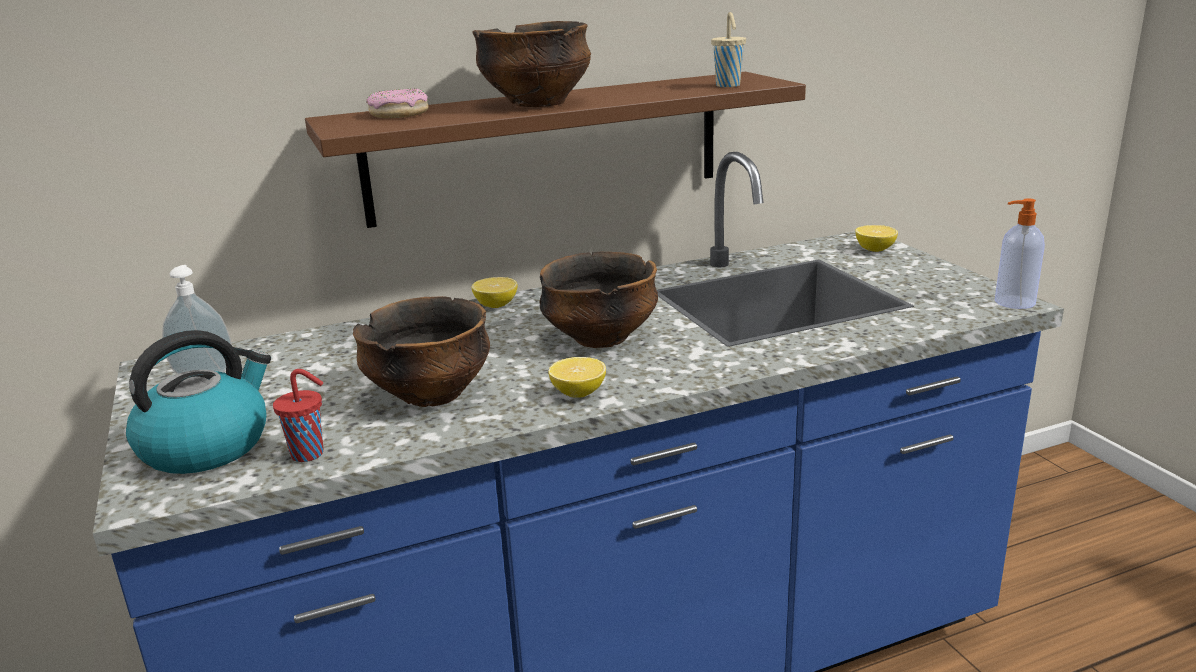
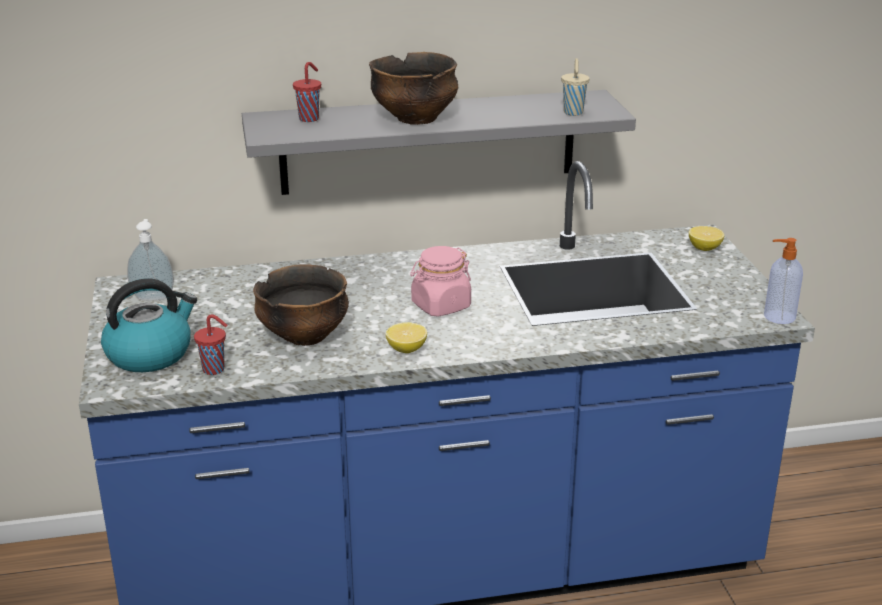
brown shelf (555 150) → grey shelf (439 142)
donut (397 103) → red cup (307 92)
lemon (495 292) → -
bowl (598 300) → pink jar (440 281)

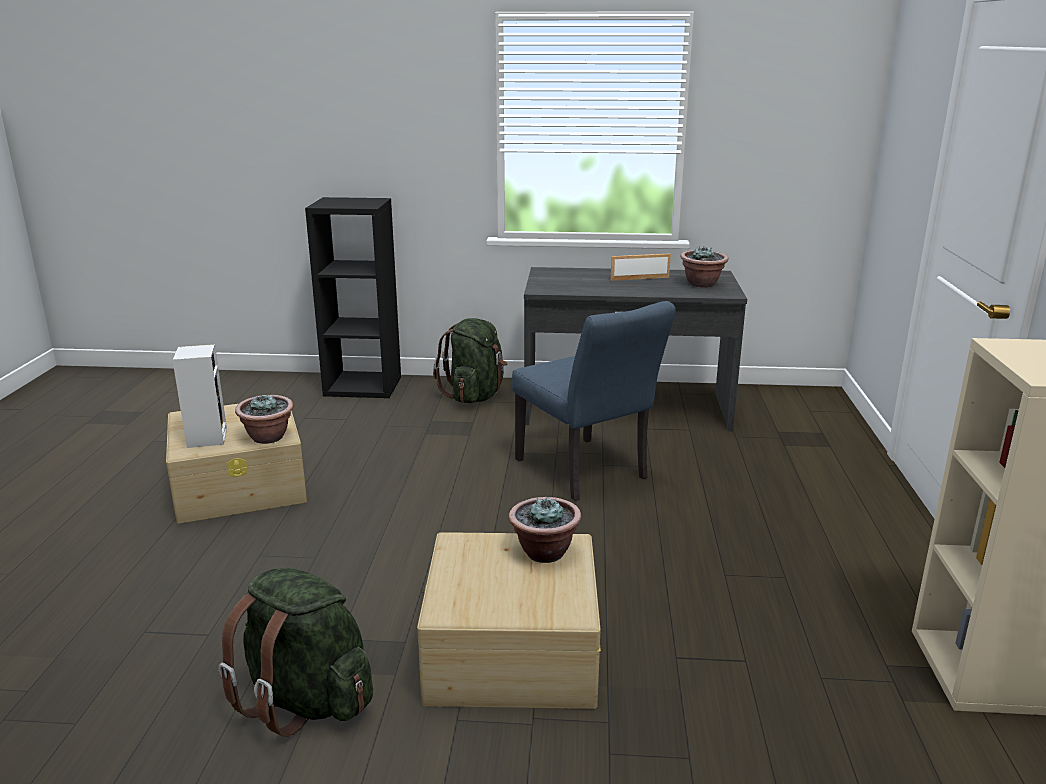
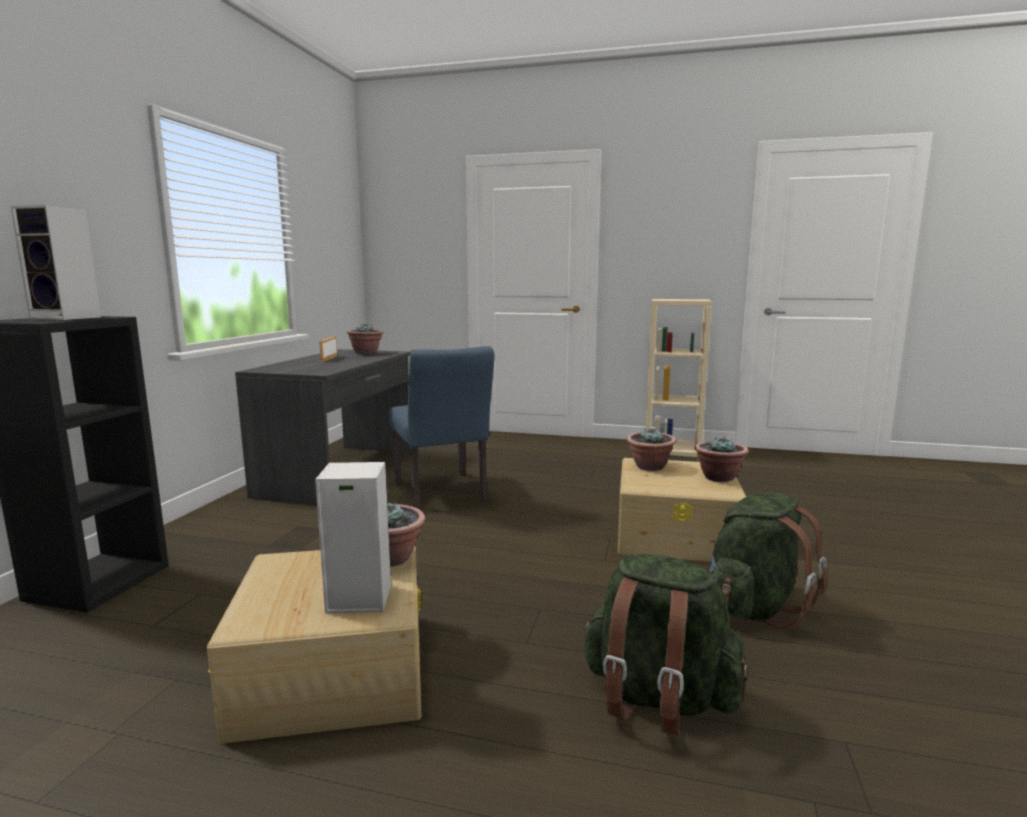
green backpack (470 360) → green backpack (665 645), relocated
blue chair (594 401) → blue chair (442 428), 90 degrees clockwise
- → speaker (56 262)
- → potted plant (721 459)

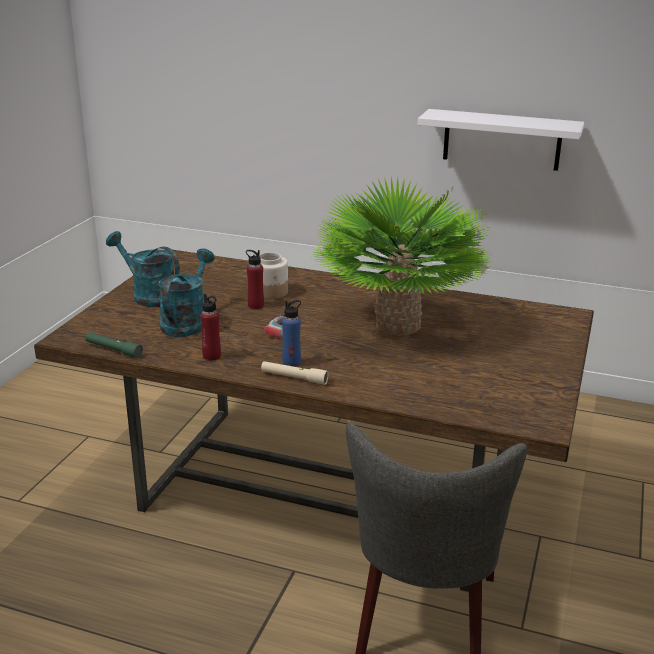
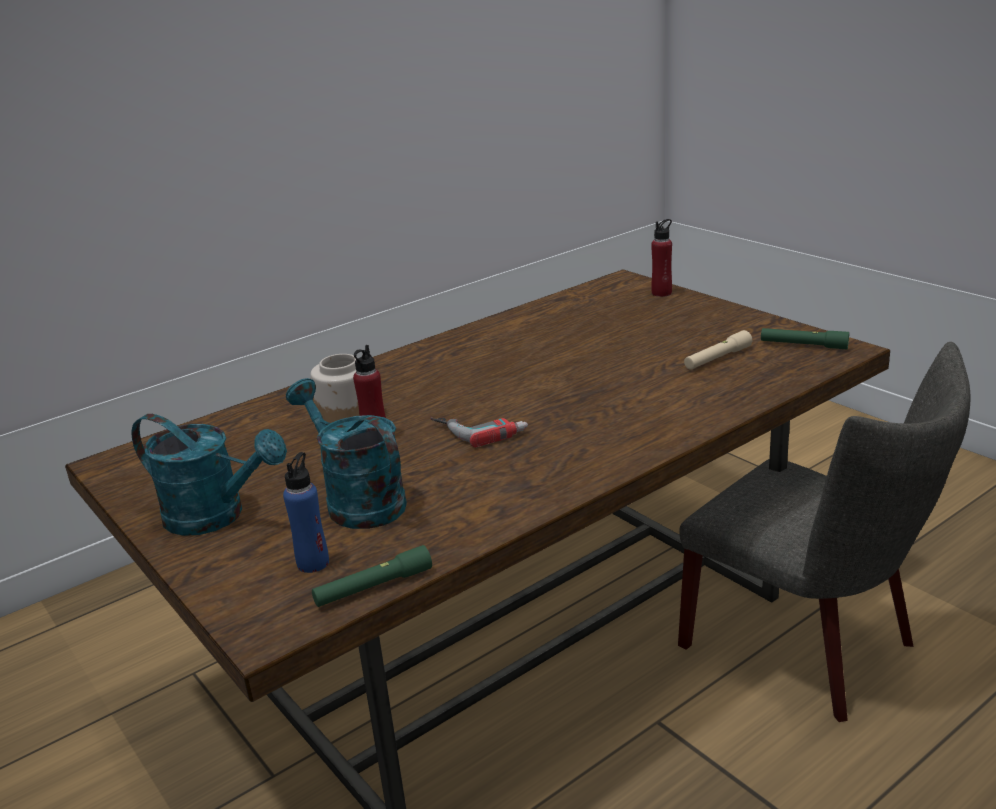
turquoise watering can (143 269) → turquoise watering can (209 475), 135 degrees counterclockwise
red bottle (210 327) → red bottle (661 258), relocated
beige flashlight (295 373) → beige flashlight (718 350), relocated
blue bottle (291 333) → blue bottle (306 512), relocated
potted plant (403 256) → -
white shelf (501 140) → -
- → green flashlight (805 338)

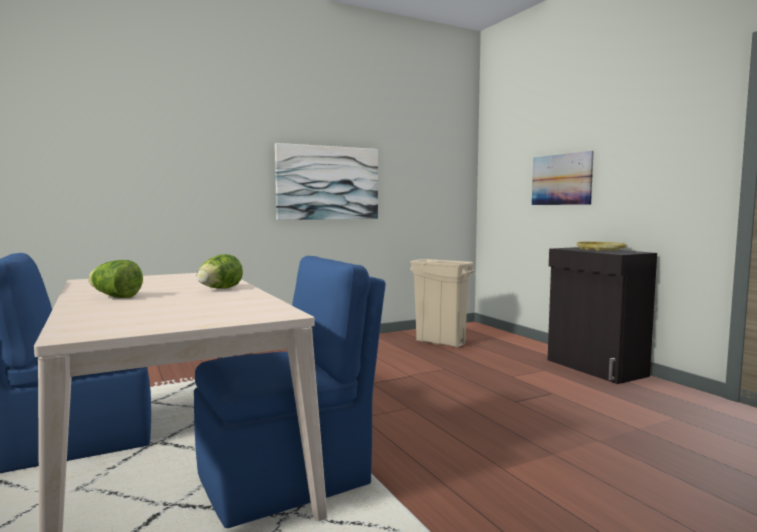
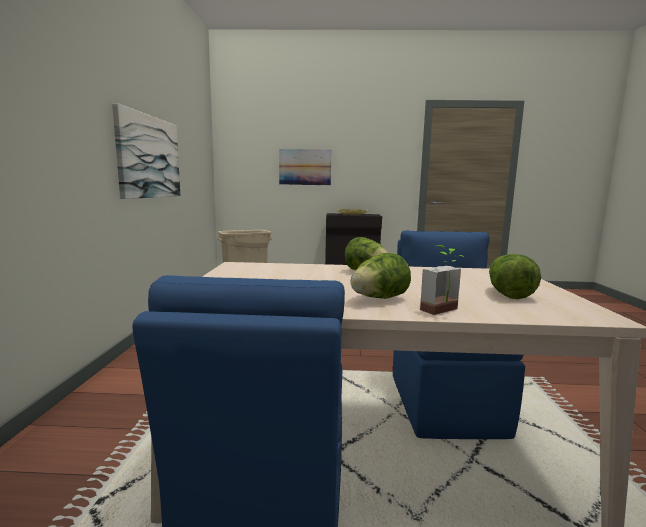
- → potted plant (442 280)
- → lettuce (515 276)

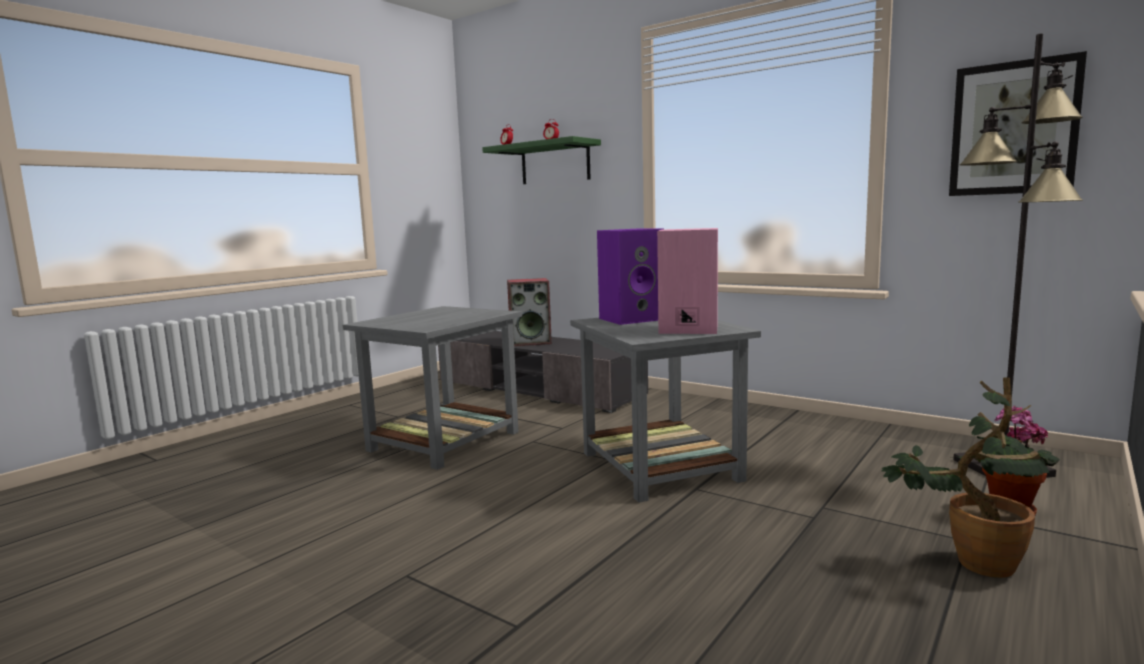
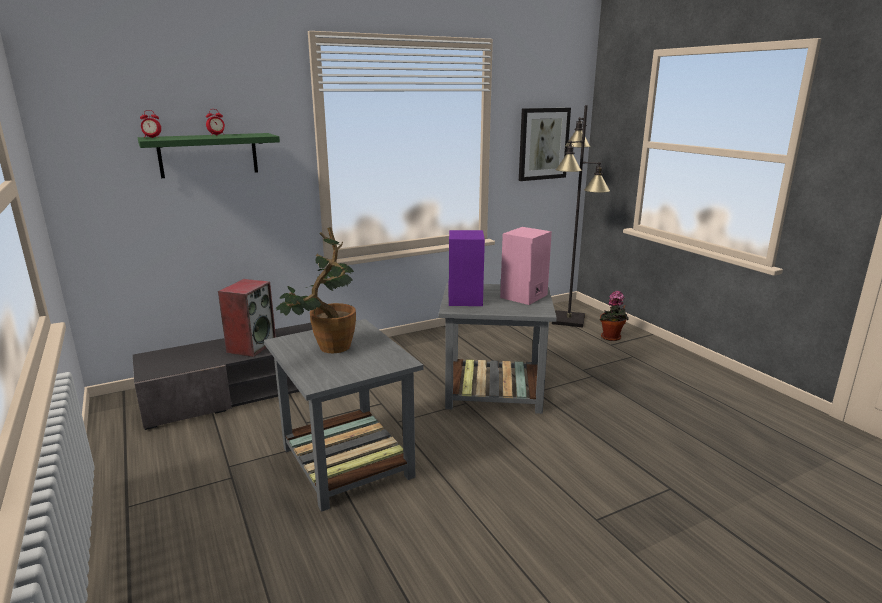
potted plant (970 477) → potted plant (315 290), relocated

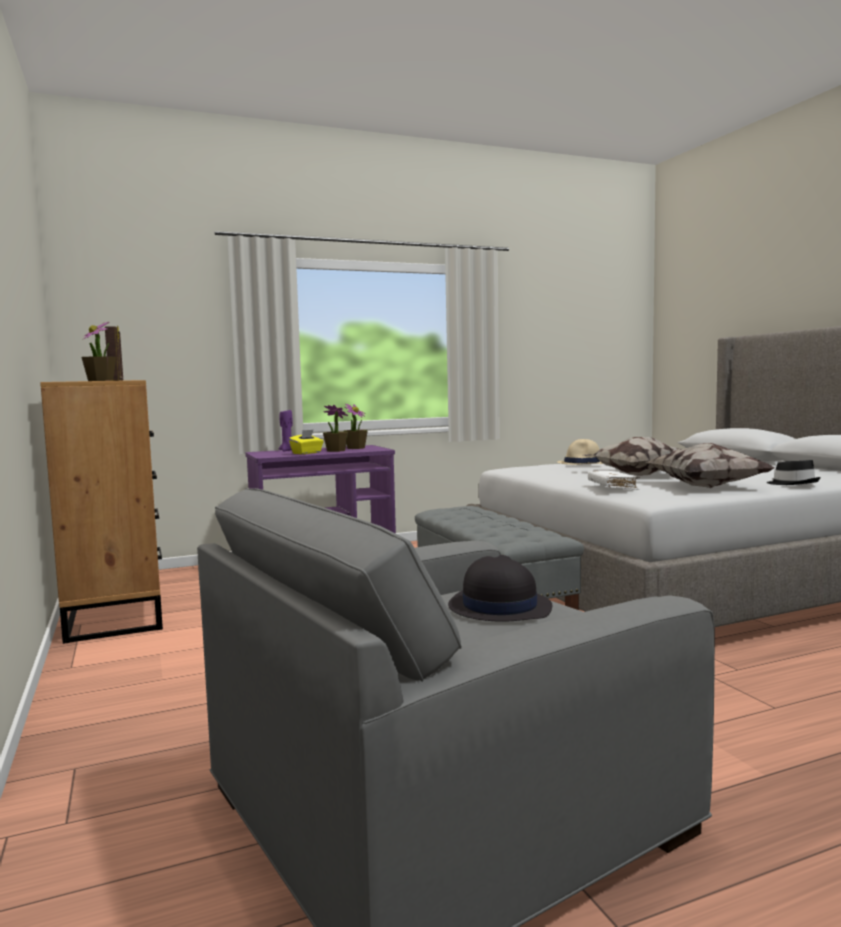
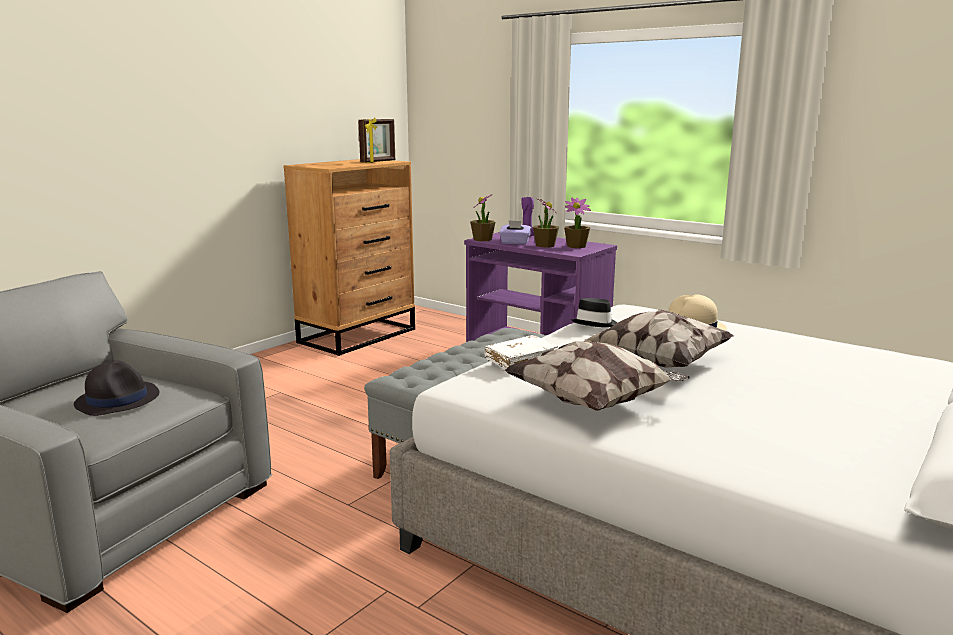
potted plant (98 351) → potted plant (482 217), relocated
yellow tissue box (306 442) → purple tissue box (515 232)
black hat (794 472) → black hat (594 313), relocated

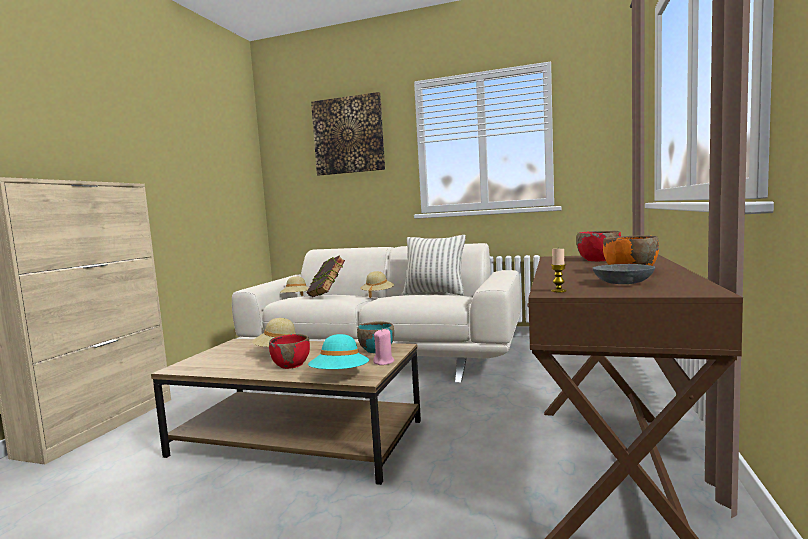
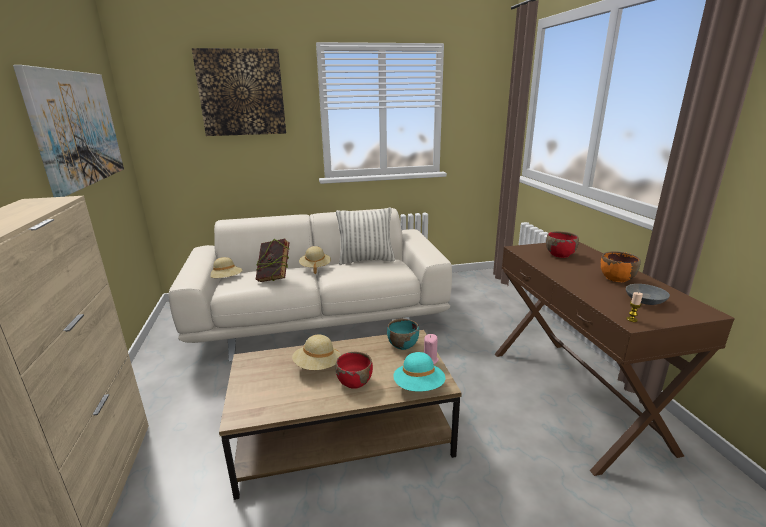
- → picture (68 131)

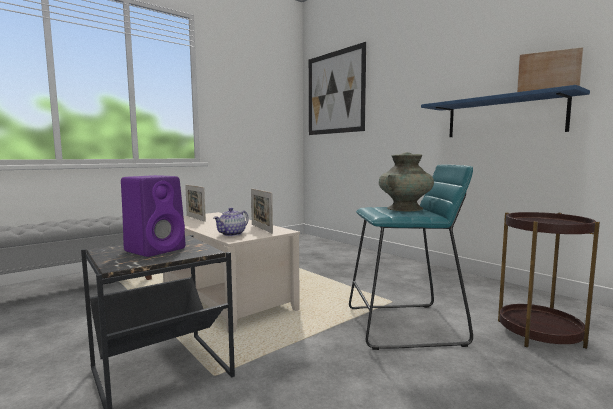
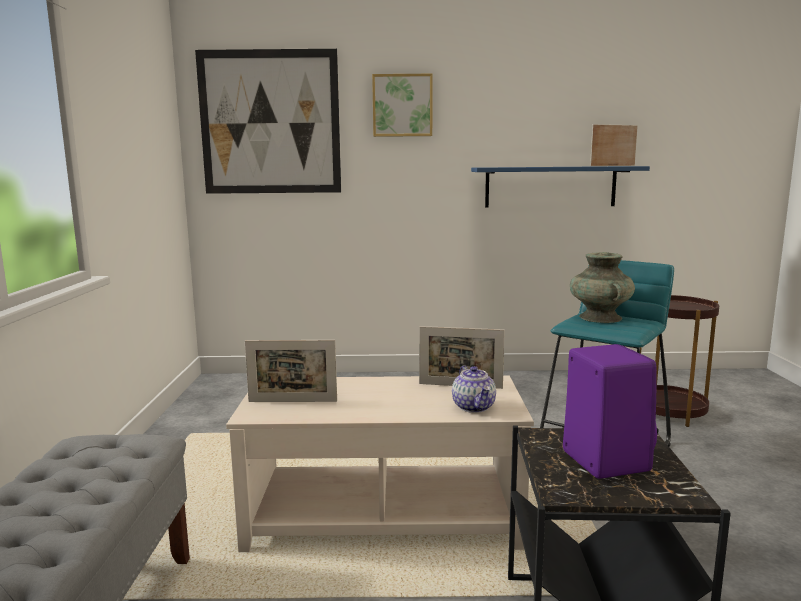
- → picture (402 105)

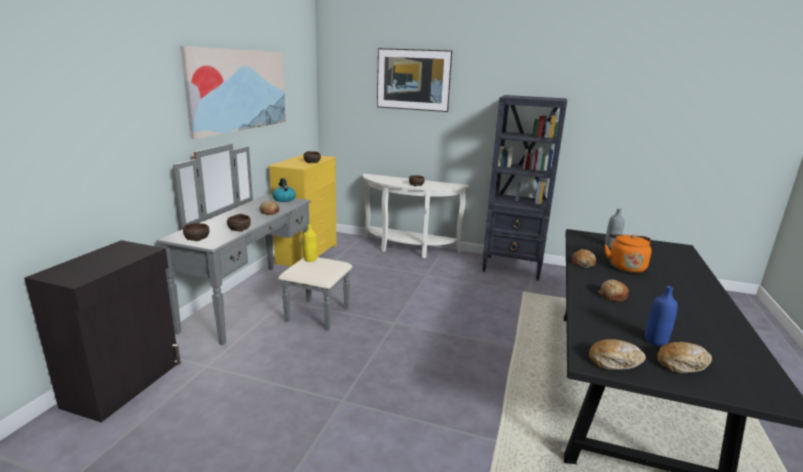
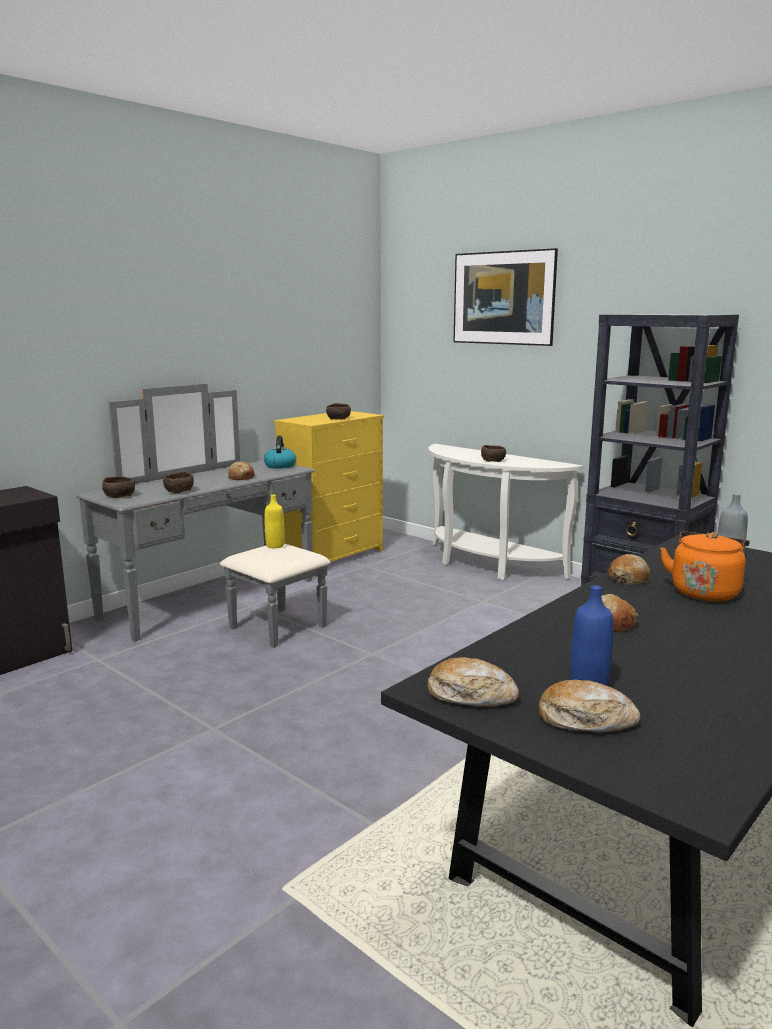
picture (233 92) → -

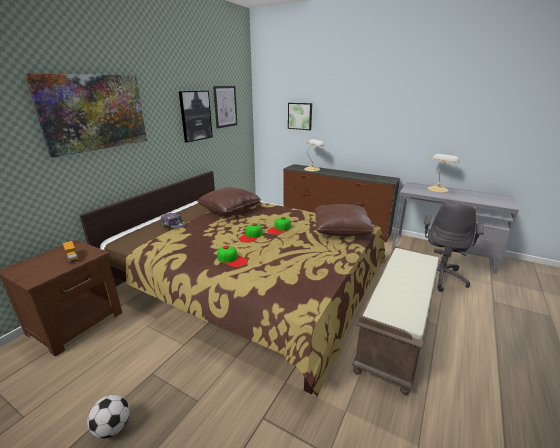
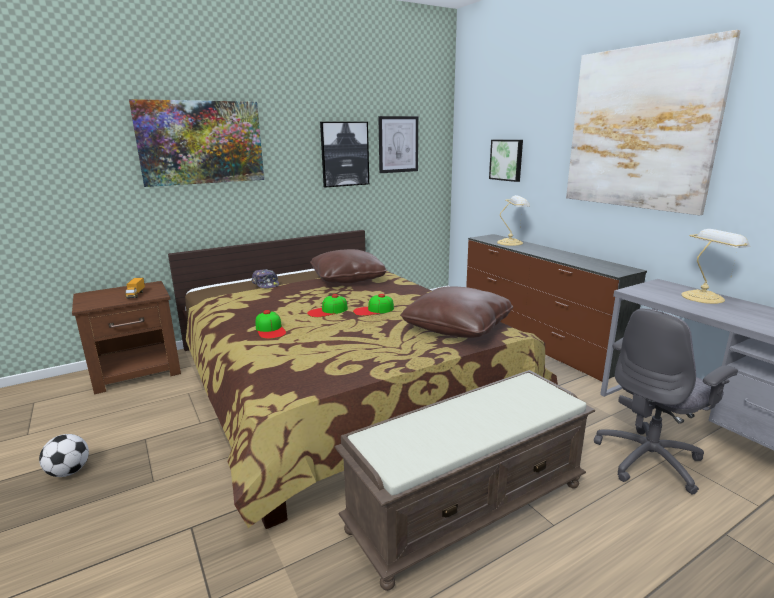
- → picture (653 122)

